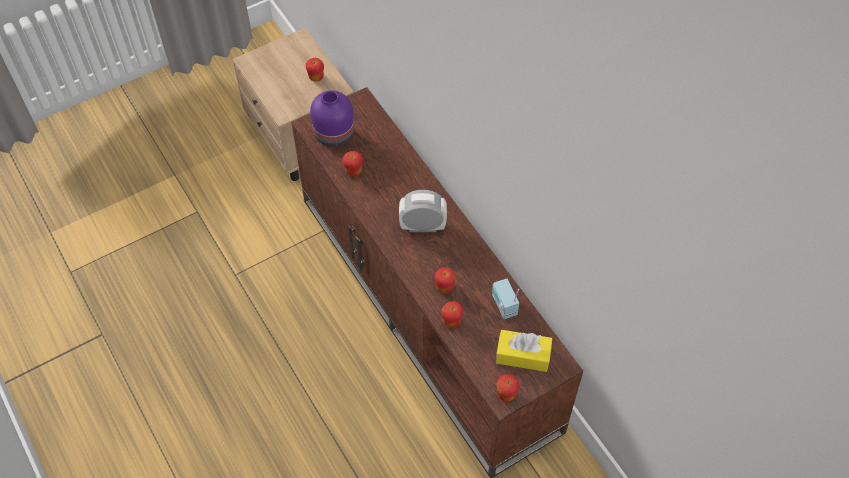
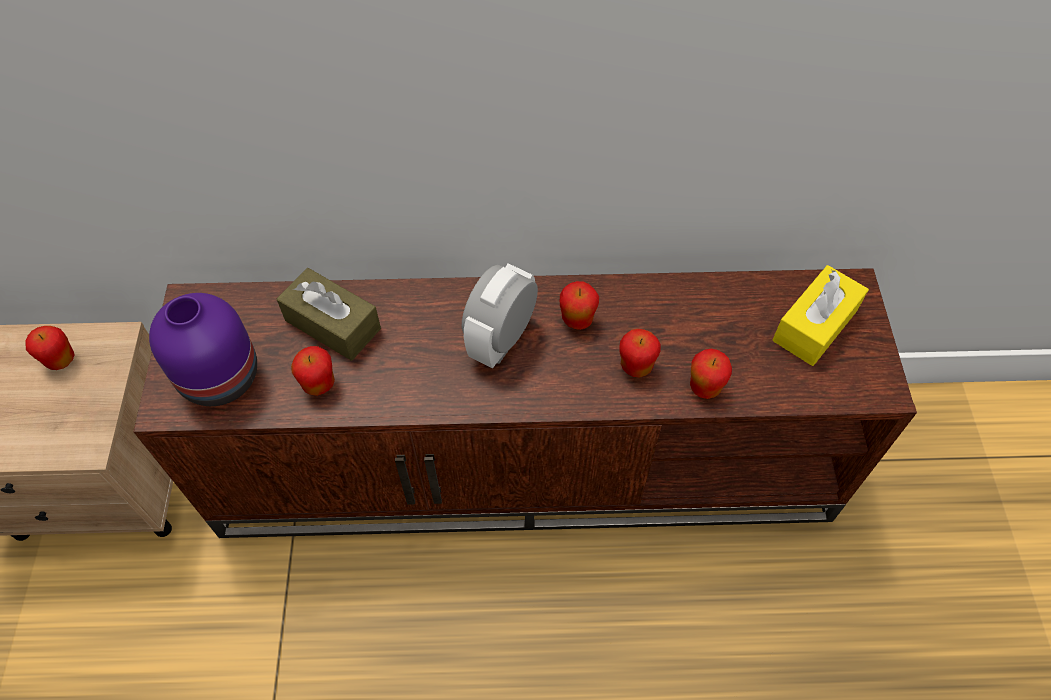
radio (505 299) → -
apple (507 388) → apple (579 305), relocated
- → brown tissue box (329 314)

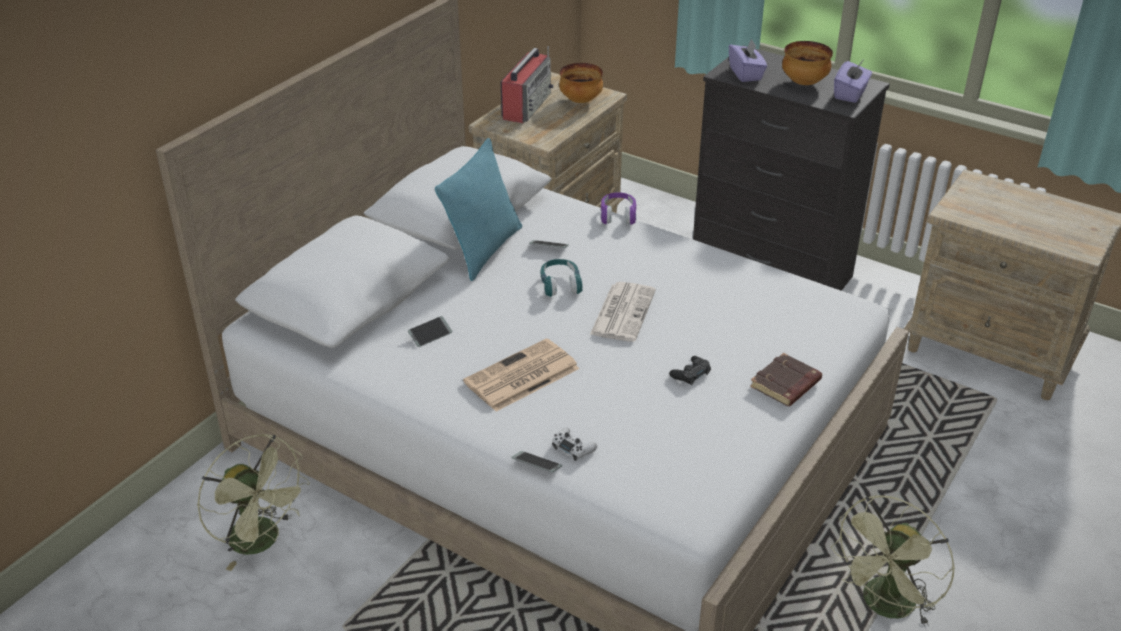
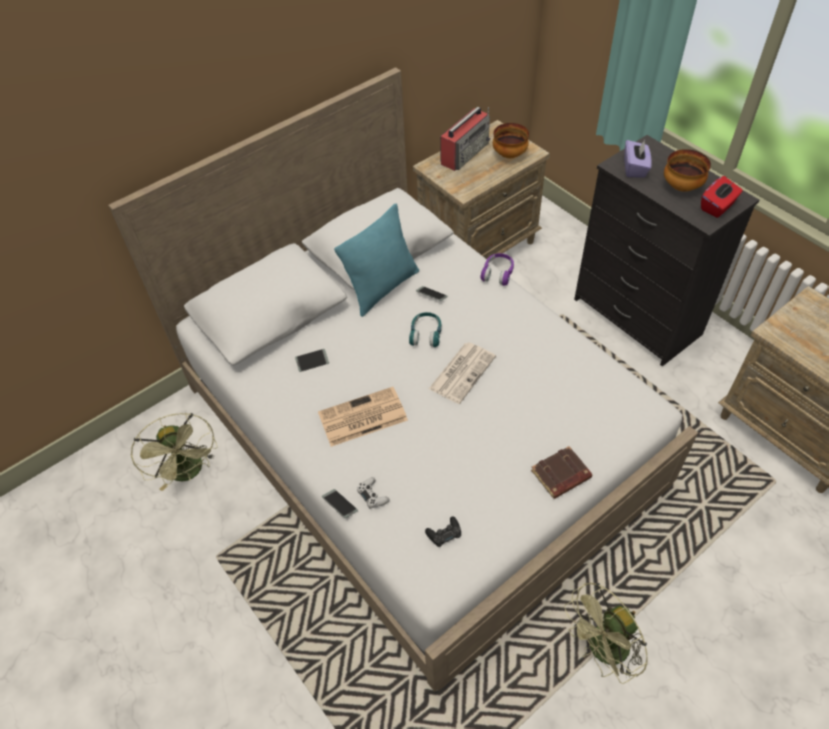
black game controller (690 370) → black game controller (443 531), relocated
purple tissue box (853 82) → red tissue box (722 197)

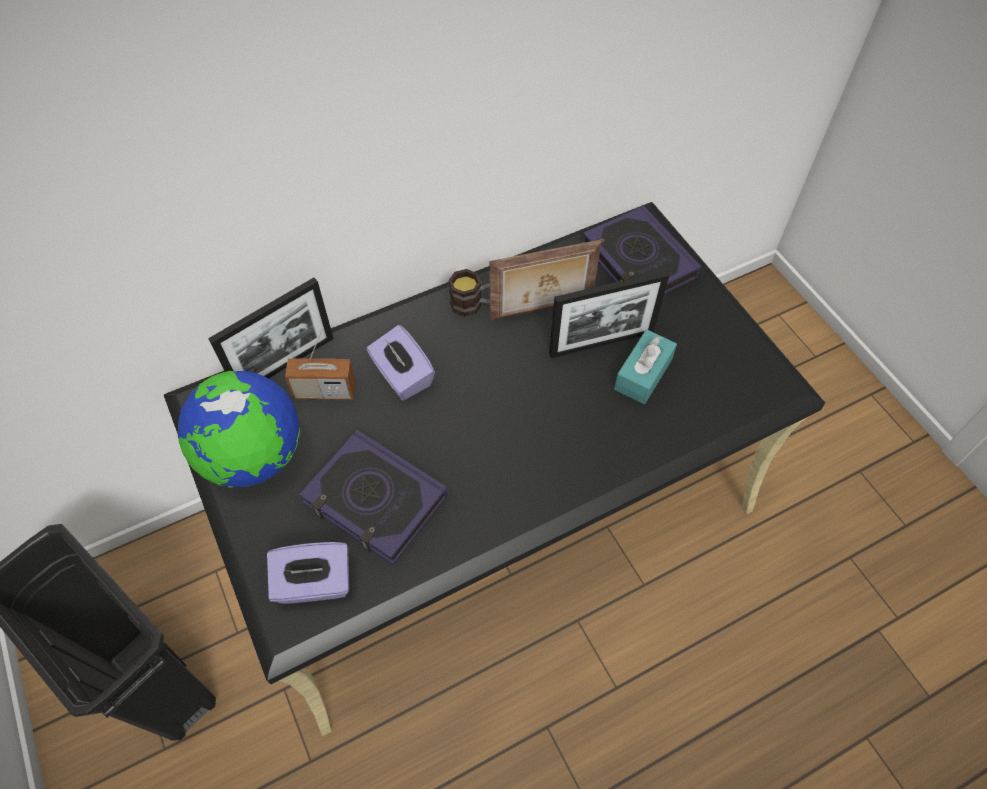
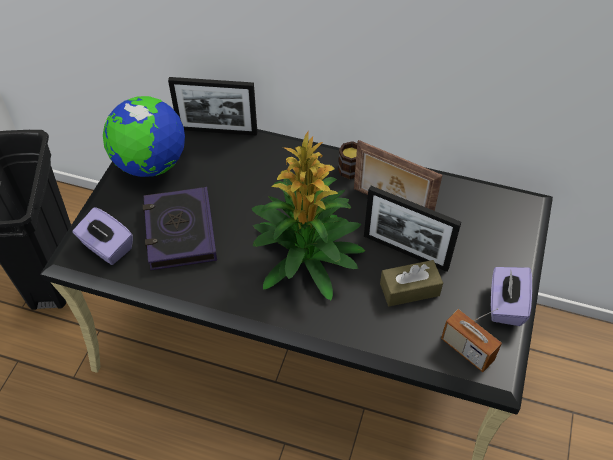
radio (320 364) → radio (471 340), relocated
purple tissue box (400 363) → purple tissue box (511 296), relocated
book (641 250) → -
turquoise tissue box (645 366) → brown tissue box (411 283)
- → potted plant (308 215)

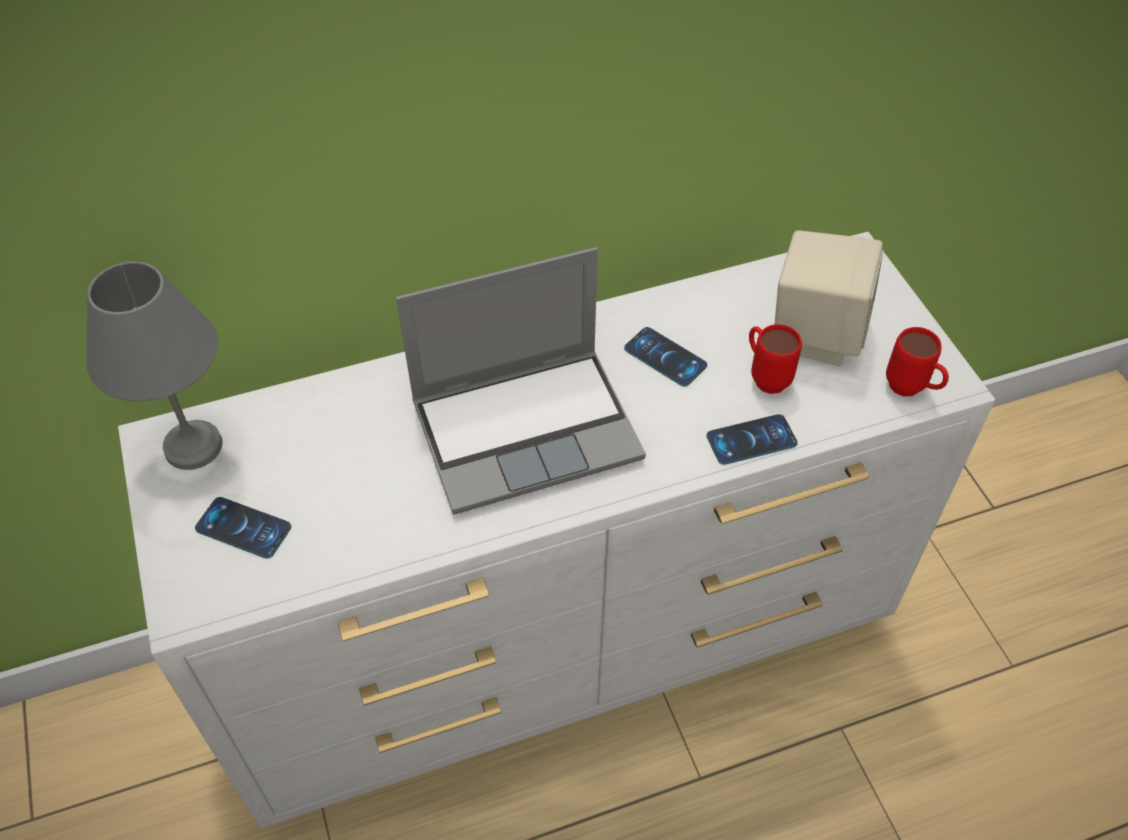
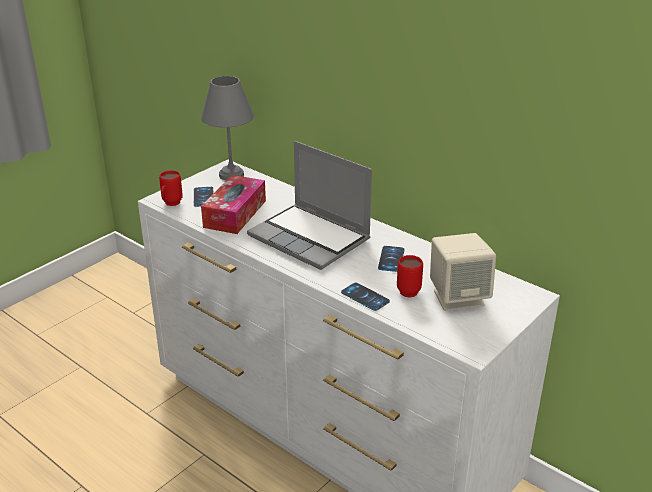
red mug (917 361) → red mug (171 188), relocated
- → tissue box (233 204)

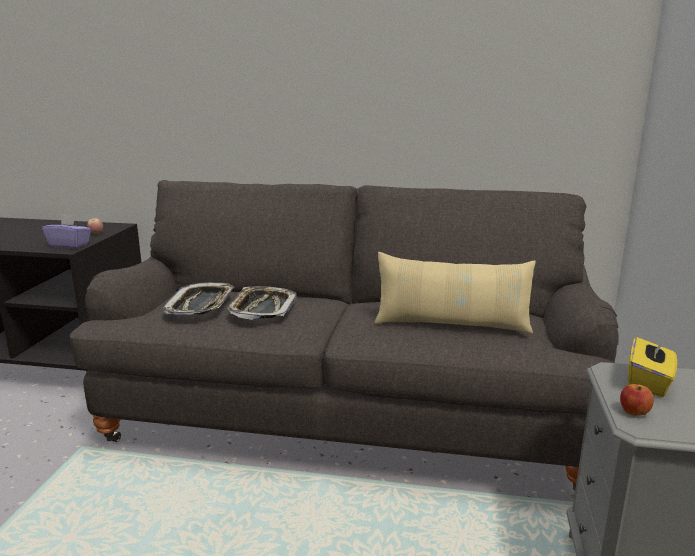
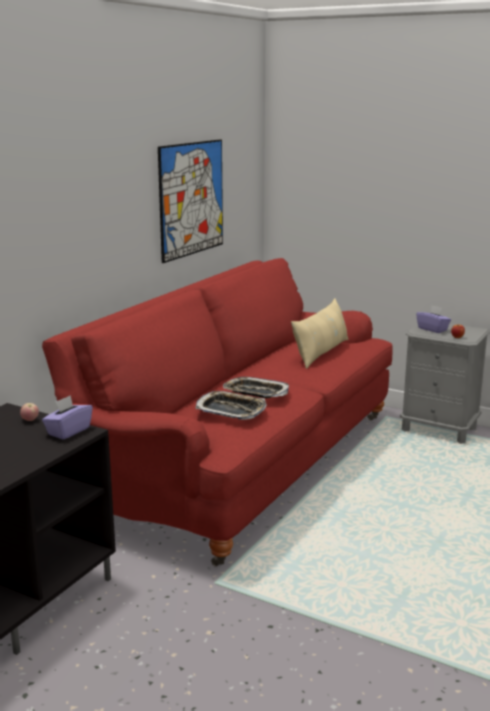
grey sofa (344 336) → red sofa (217 412)
yellow tissue box (652 367) → purple tissue box (433 319)
- → picture (190 201)

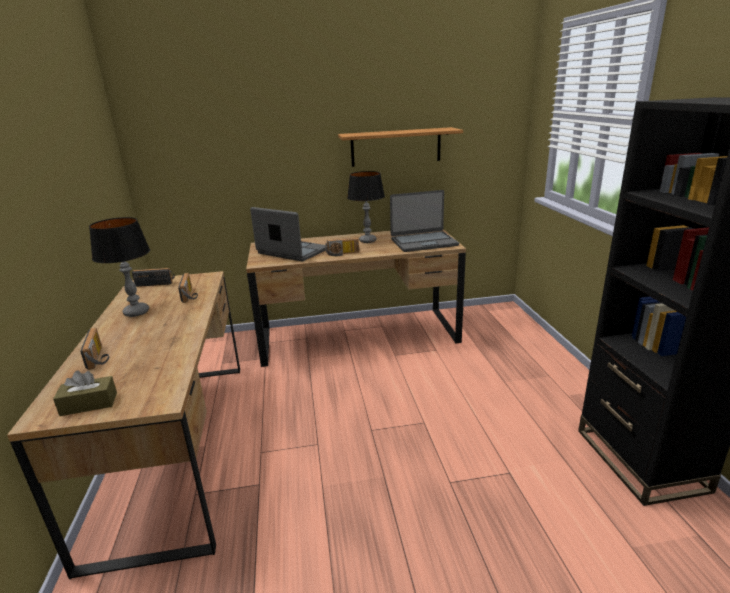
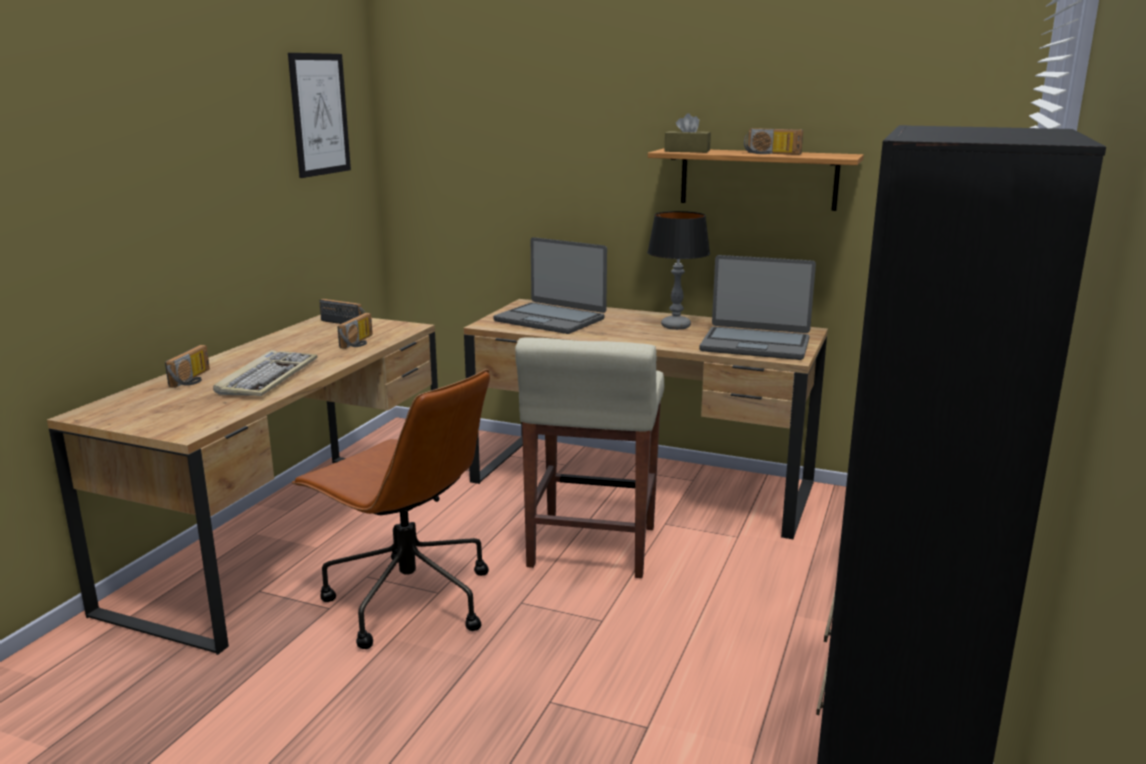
brown tissue box (85 393) → brown tissue box (688 133), relocated
table lamp (119 267) → -
laptop (288 234) → laptop (550 285), 150 degrees clockwise
radio (342 247) → radio (773 141), relocated
- → keyboard (265 373)
- → picture (319 115)
- → brown office chair (391 509)
- → beige stool (589 457)

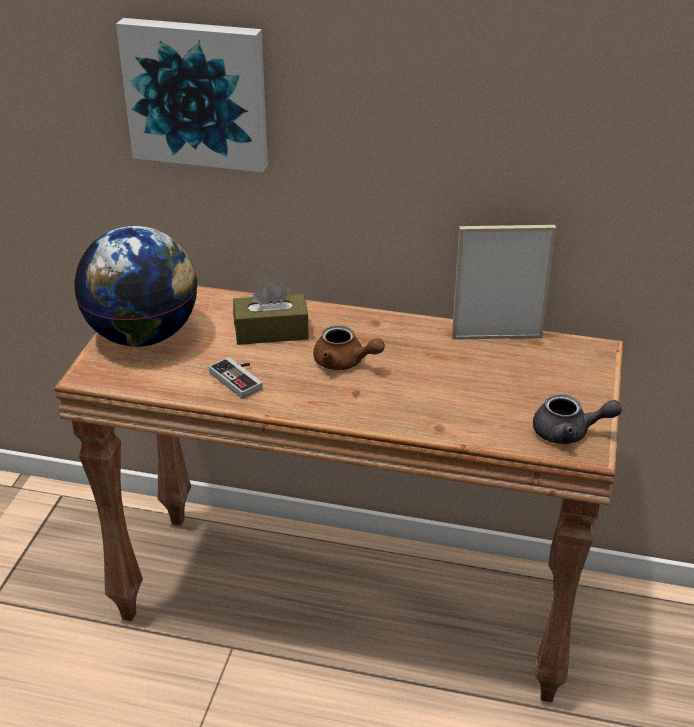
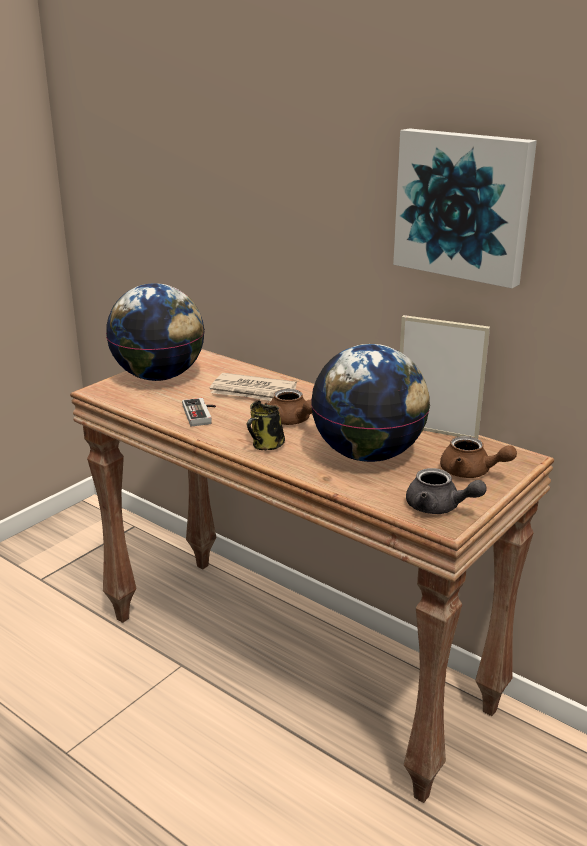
picture (192 95) → picture (465 208), relocated
brown tissue box (271 313) → newspaper (253 387)
- → mug (266 425)
- → globe (370 403)
- → brown teapot (478 457)

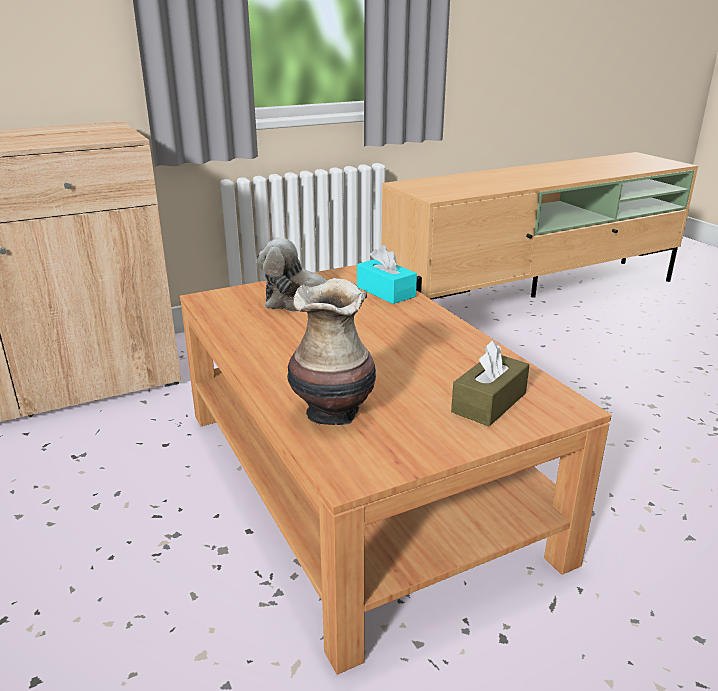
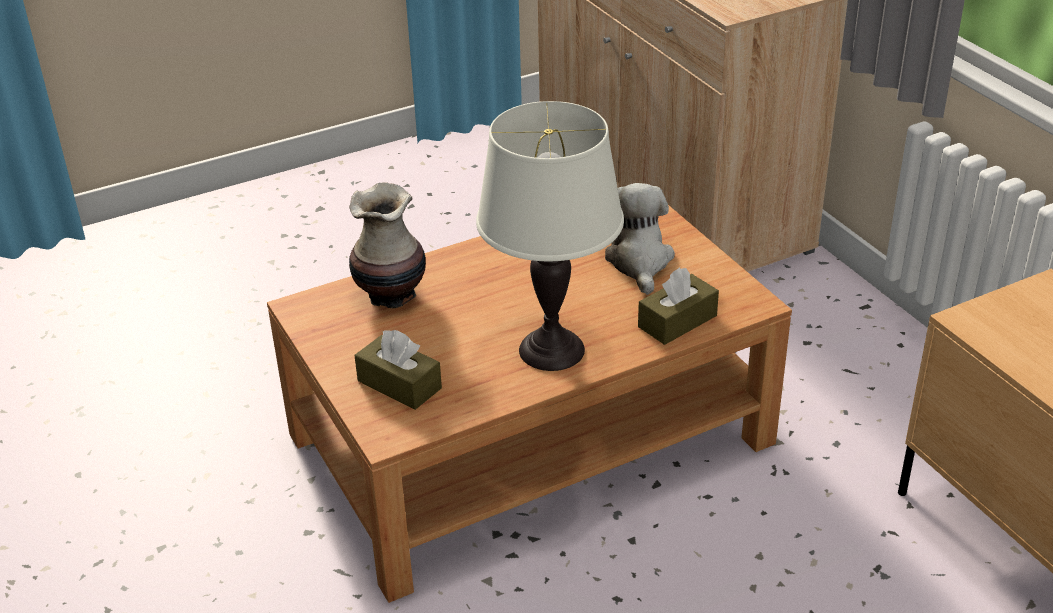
turquoise tissue box (387 274) → brown tissue box (678 306)
- → white table lamp (550 236)

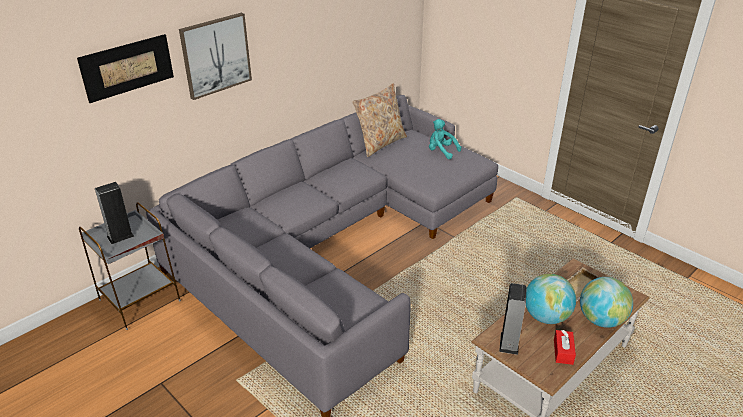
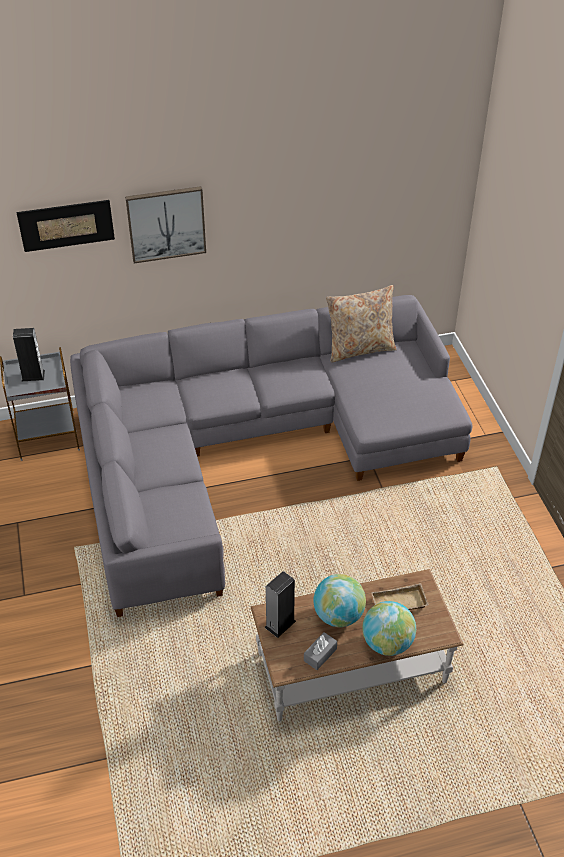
turquoise plush toy (445 139) → -
red tissue box (565 347) → grey tissue box (320 651)

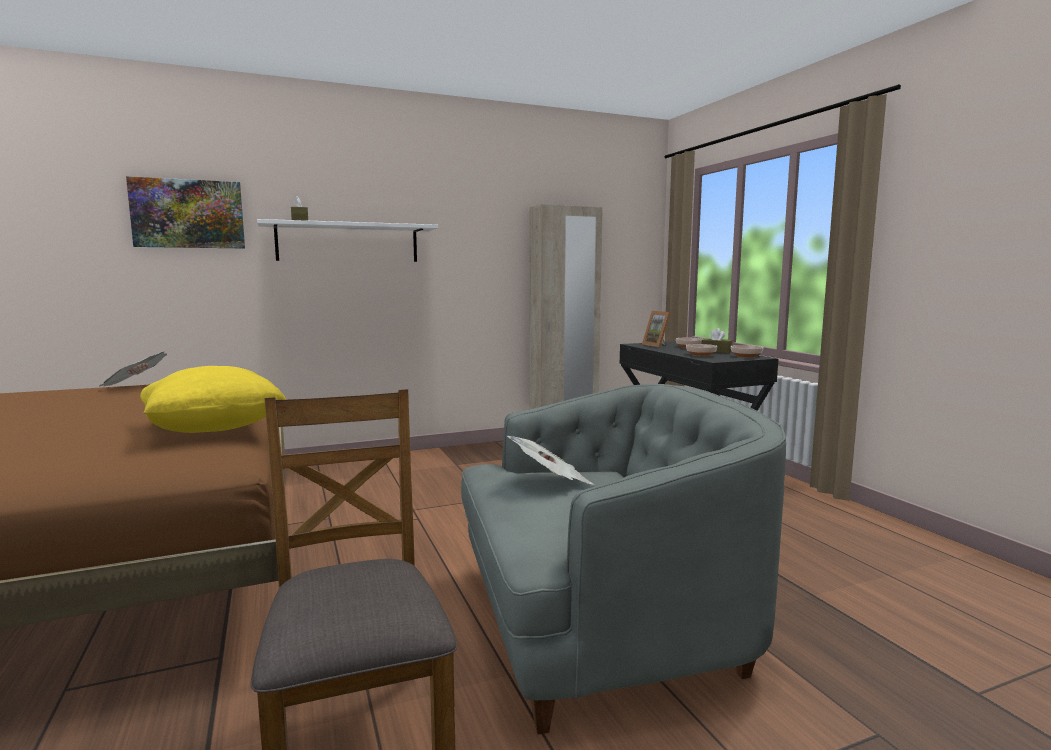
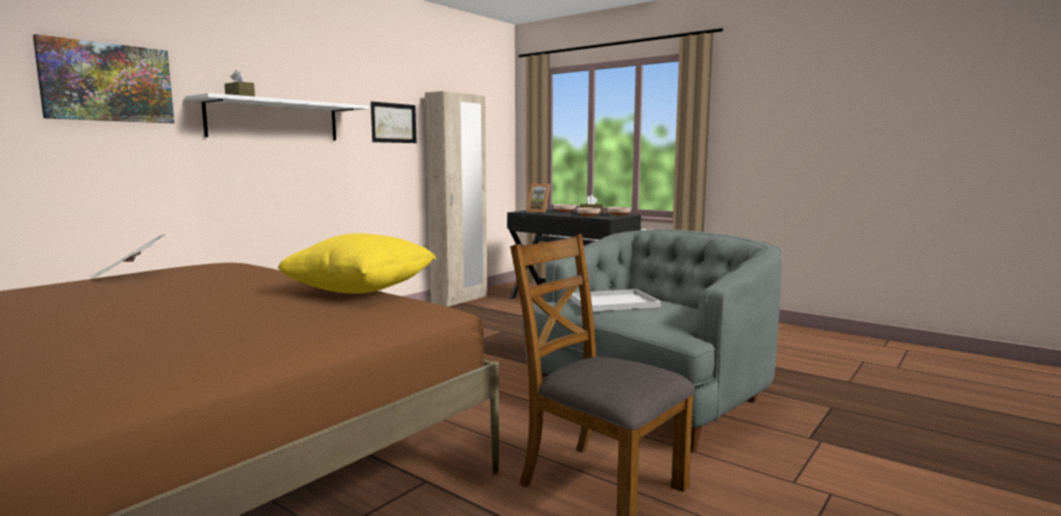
newspaper (550 460) → white tray (615 300)
- → picture (394 122)

